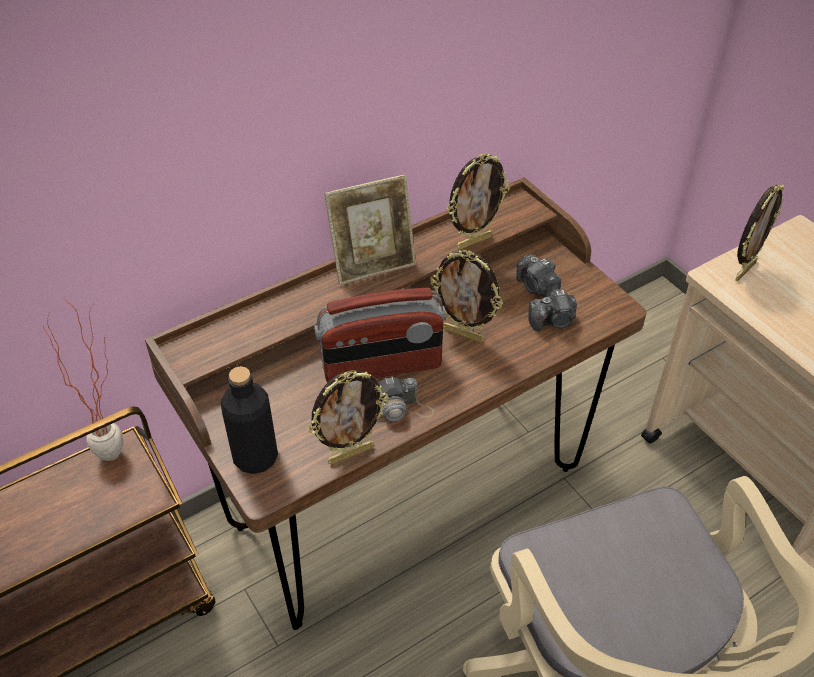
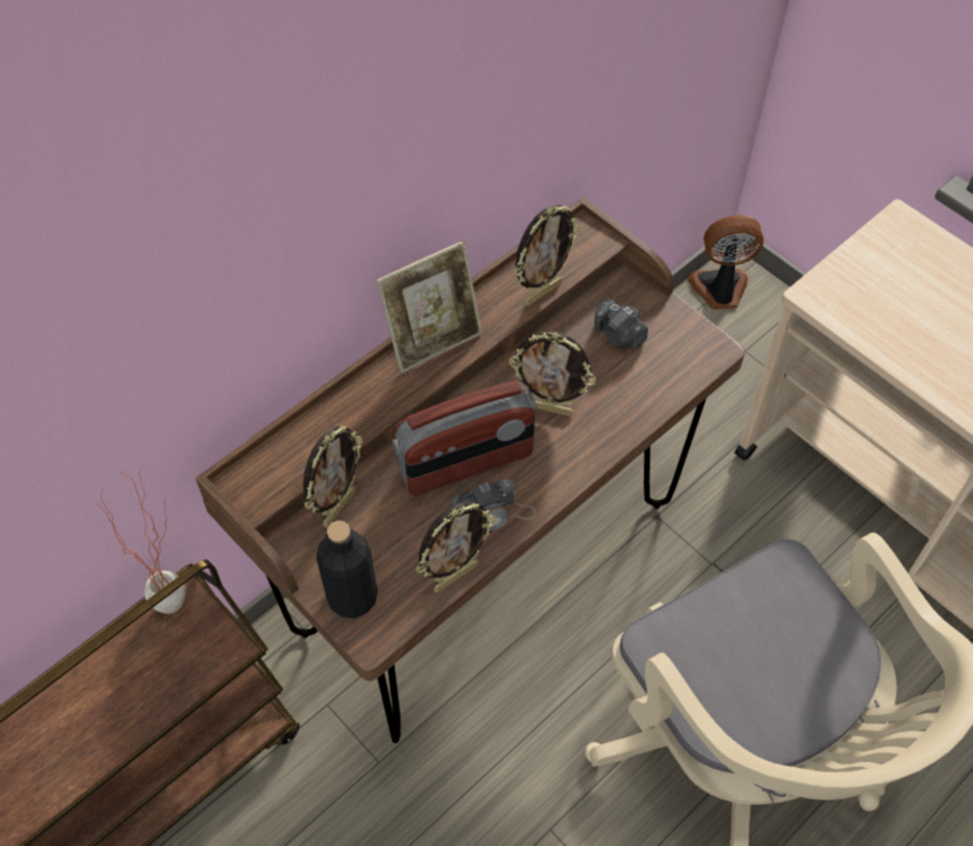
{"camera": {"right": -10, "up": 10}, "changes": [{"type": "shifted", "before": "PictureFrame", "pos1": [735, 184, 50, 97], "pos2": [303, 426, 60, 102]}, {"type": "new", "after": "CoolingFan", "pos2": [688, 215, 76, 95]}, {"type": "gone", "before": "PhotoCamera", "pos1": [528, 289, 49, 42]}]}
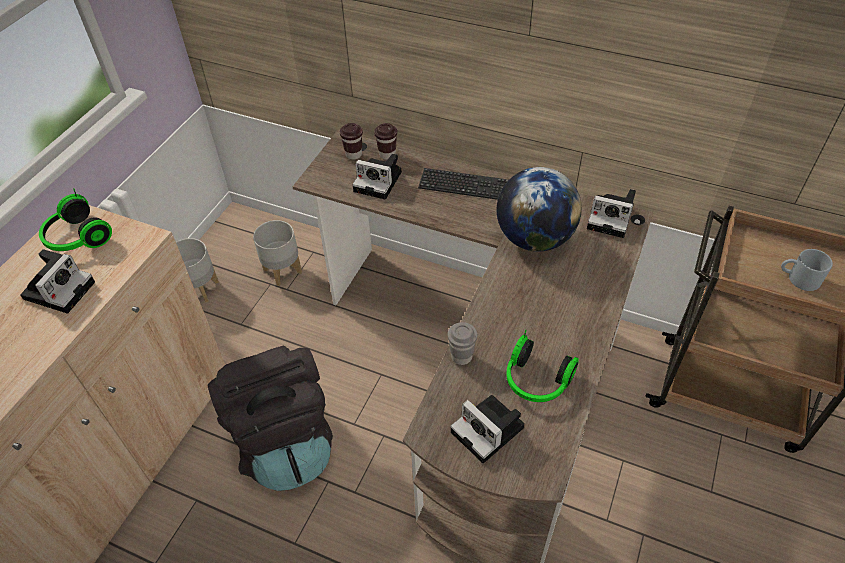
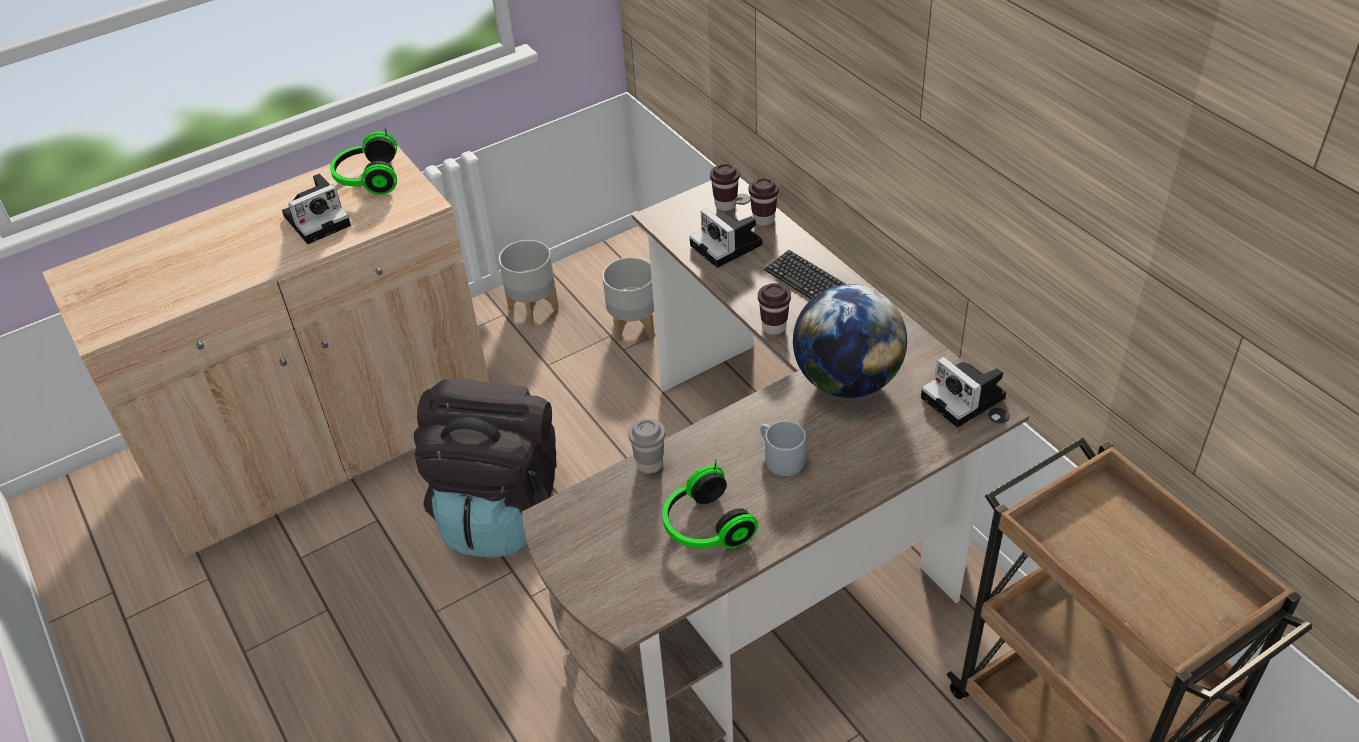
{"camera": {"right": 35, "up": -5}, "changes": [{"type": "new", "after": "BrownCup", "pos2": [758, 283, 33, 52]}, {"type": "shifted", "before": "GreyishMug", "pos1": [781, 249, 52, 42], "pos2": [760, 421, 46, 55]}, {"type": "gone", "before": "PhotoCamera", "pos1": [451, 395, 74, 68]}]}
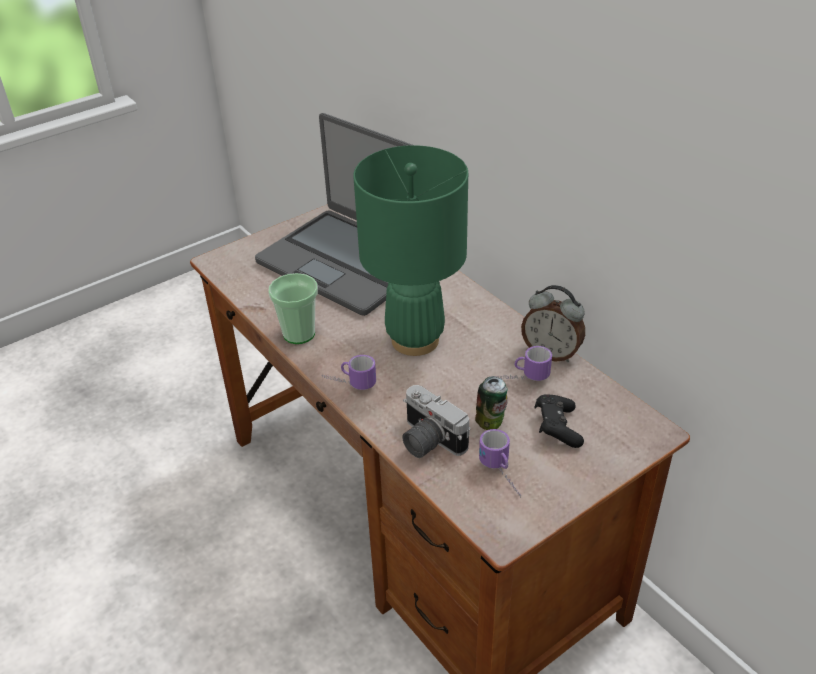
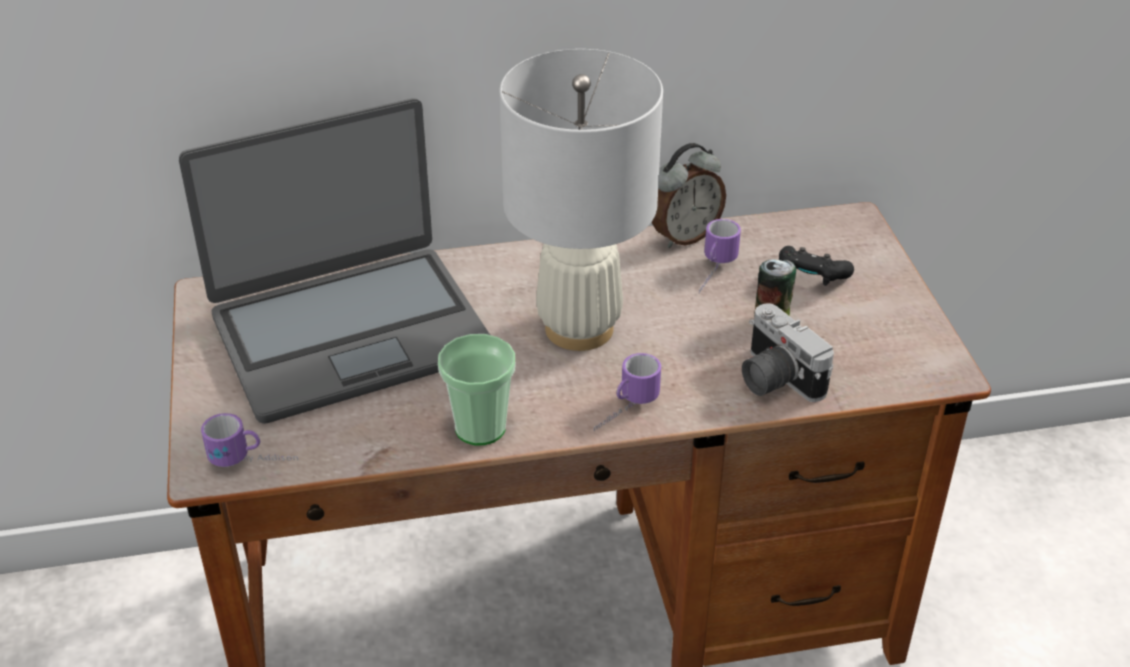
{"camera": {"right": -65, "up": 0}, "changes": [{"type": "shifted", "before": "Mug", "pos1": [479, 429, 42, 69], "pos2": [201, 413, 97, 54]}, {"type": "repainted", "before": "GreenColouredTableLamp", "after": "WhitishTableLamp", "pos1": [353, 145, 115, 211], "pos2": [500, 49, 163, 302]}, {"type": "rotated", "before": "PhotoCamera", "pos1": [402, 385, 68, 73], "pos2": [742, 303, 92, 99], "turn": 75}]}
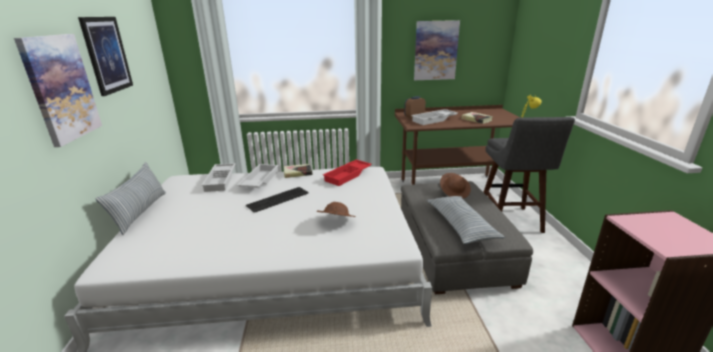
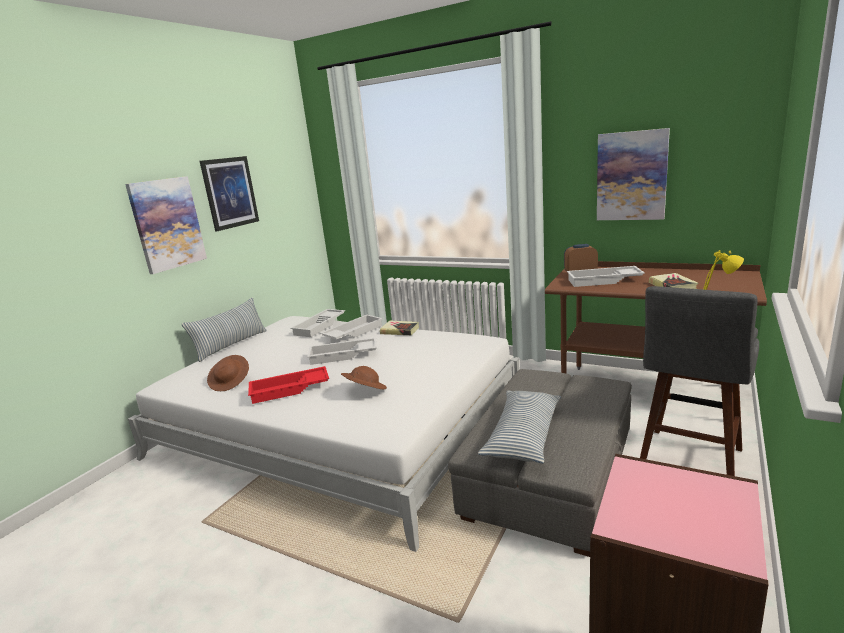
{"camera": {"right": 35, "up": -5}, "changes": [{"type": "shifted", "before": "BrownHat", "pos1": [440, 173, 31, 25], "pos2": [207, 355, 42, 36]}, {"type": "shifted", "before": "RedColouredServingTray", "pos1": [323, 159, 49, 27], "pos2": [248, 366, 81, 38]}, {"type": "swapped", "before": "ComputerKeyboard", "after": "WhitishServingTray", "pos1": [246, 187, 63, 26], "pos2": [307, 338, 70, 27]}]}
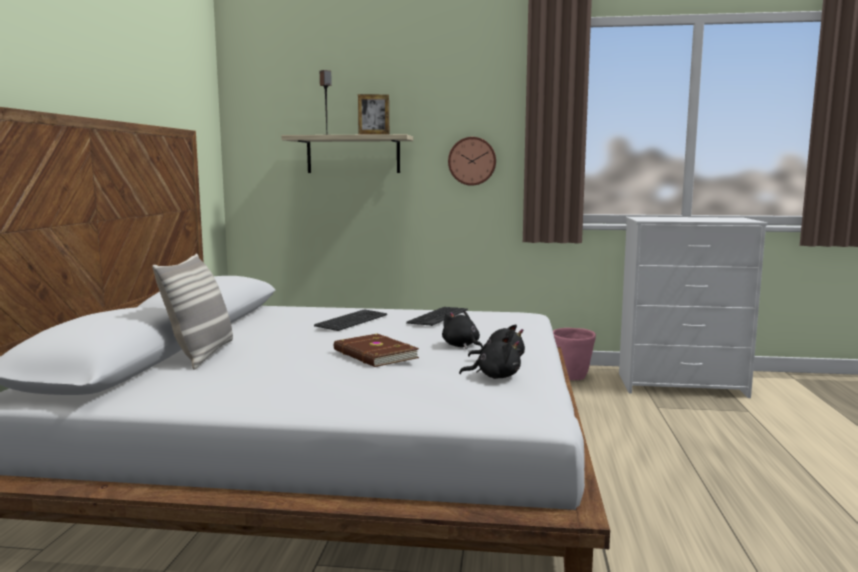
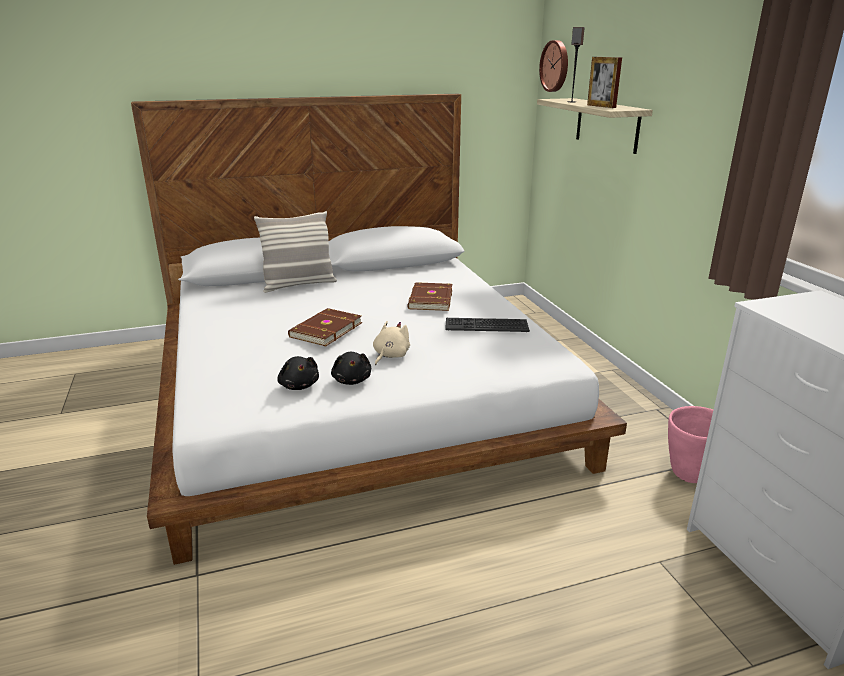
{"camera": {"right": 65, "up": 15}, "changes": [{"type": "repainted", "before": "BlackishCuddlyToy", "after": "BeigeColouredCuddlyToy", "pos1": [442, 310, 41, 39], "pos2": [373, 321, 37, 44]}, {"type": "swapped", "before": "ComputerKeyboard", "after": "BrownBook", "pos1": [314, 309, 73, 22], "pos2": [408, 282, 44, 29]}, {"type": "shifted", "before": "WallClock", "pos1": [448, 137, 48, 49], "pos2": [539, 40, 29, 52]}]}
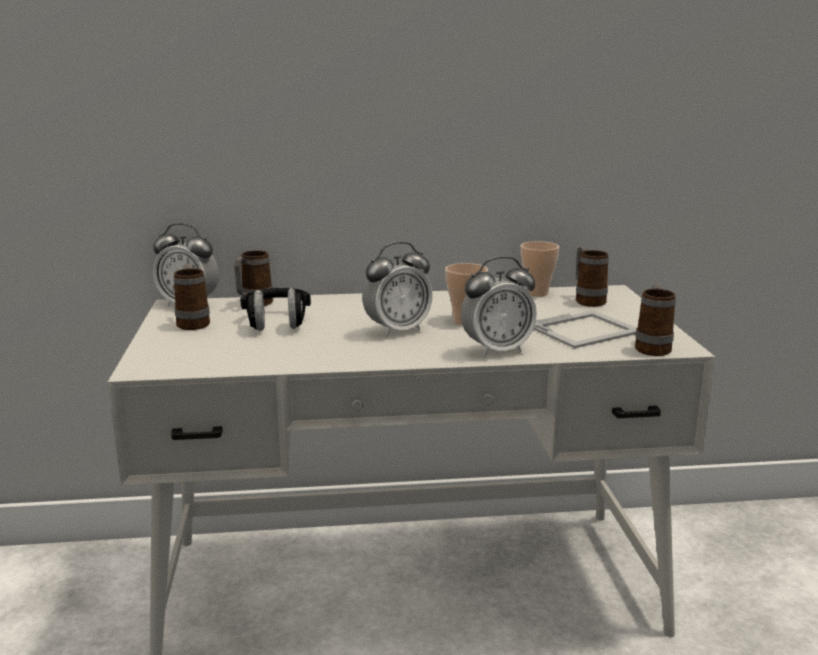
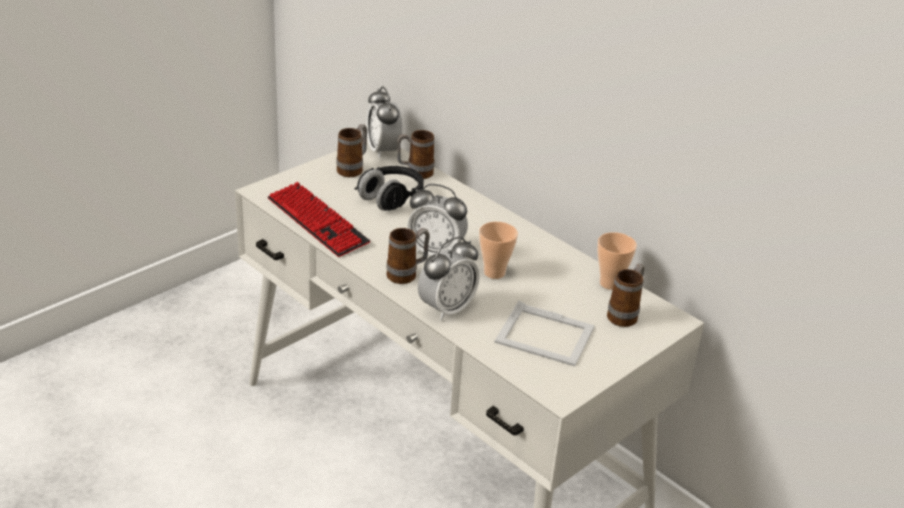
{"camera": {"right": 50, "up": 15}, "changes": [{"type": "new", "after": "ComputerKeyboard", "pos2": [267, 182, 103, 75]}, {"type": "shifted", "before": "Mug", "pos1": [635, 283, 41, 73], "pos2": [386, 228, 44, 56]}, {"type": "rotated", "before": "BedsideClock", "pos1": [461, 256, 76, 101], "pos2": [418, 236, 62, 85], "turn": -75}]}
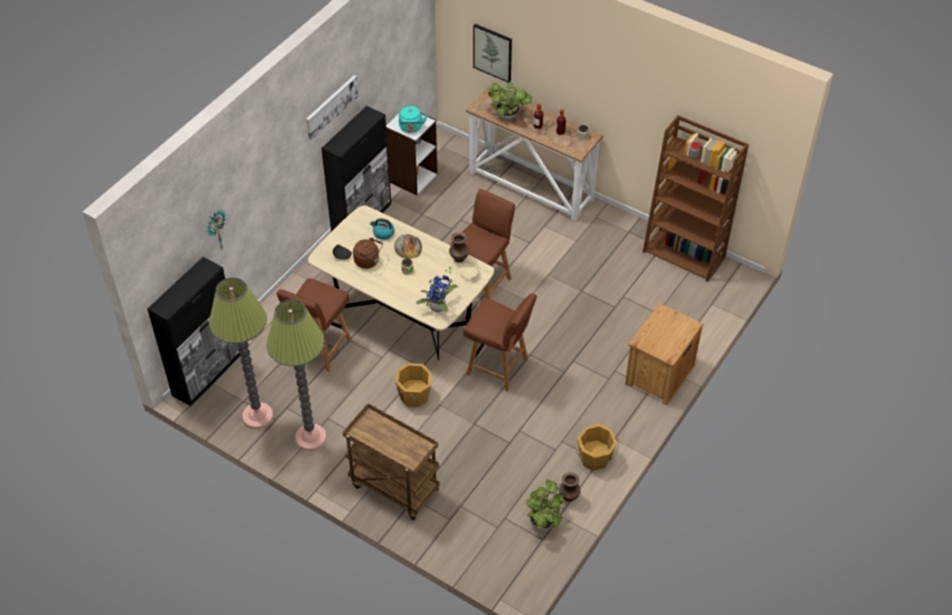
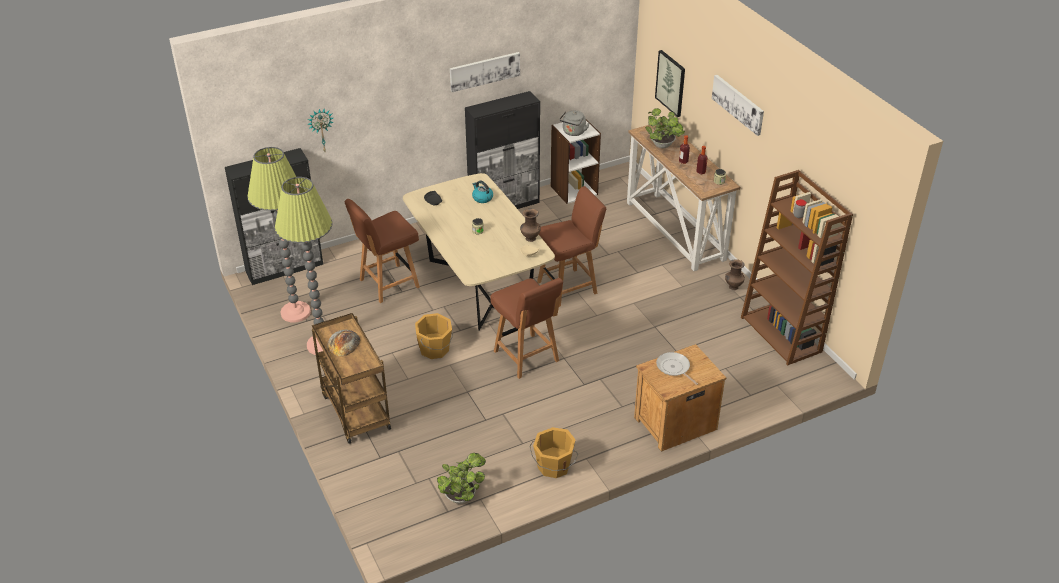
{"camera": {"right": 30, "up": -10}, "changes": [{"type": "shifted", "before": "BakeryBread", "pos1": [394, 234, 28, 25], "pos2": [327, 330, 34, 27]}, {"type": "repainted", "before": "BlueGreenWaterKettle", "after": "GreyishWaterKettle", "pos1": [399, 106, 28, 27], "pos2": [560, 111, 30, 25]}, {"type": "new", "after": "Skillet", "pos2": [656, 352, 42, 33]}, {"type": "new", "after": "WallPicture", "pos2": [712, 75, 52, 61]}, {"type": "shifted", "before": "BrownFlowerVase", "pos1": [559, 472, 22, 30], "pos2": [725, 259, 20, 31]}, {"type": "gone", "before": "BrownWaterKettle", "pos1": [353, 238, 30, 31]}, {"type": "gone", "before": "PlantInAPot", "pos1": [416, 265, 42, 47]}]}
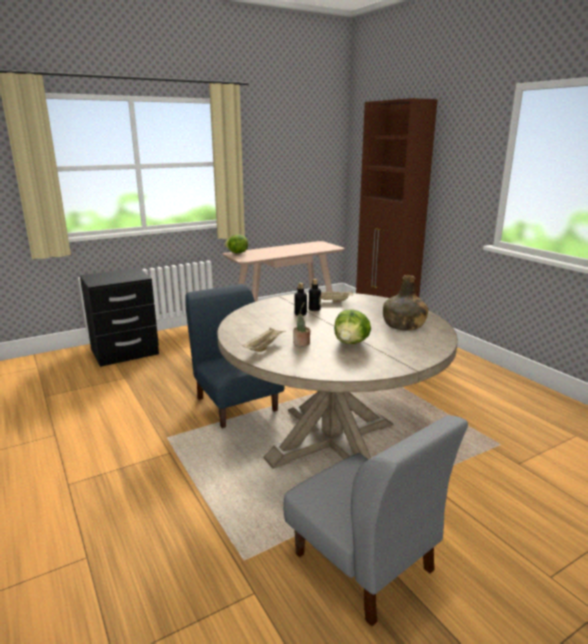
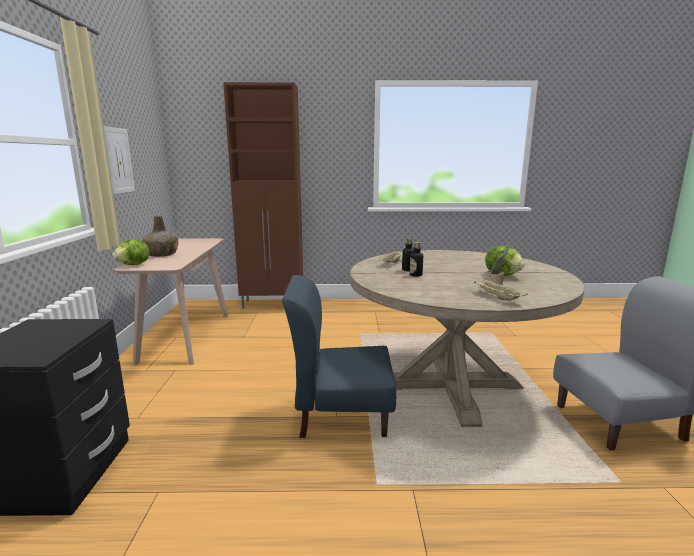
{"camera": {"right": -60, "up": -5}, "changes": [{"type": "new", "after": "WallPicture", "pos2": [103, 126, 32, 68]}, {"type": "shifted", "before": "GreenColouredDrinkBottle", "pos1": [383, 275, 45, 56], "pos2": [142, 216, 36, 41]}]}
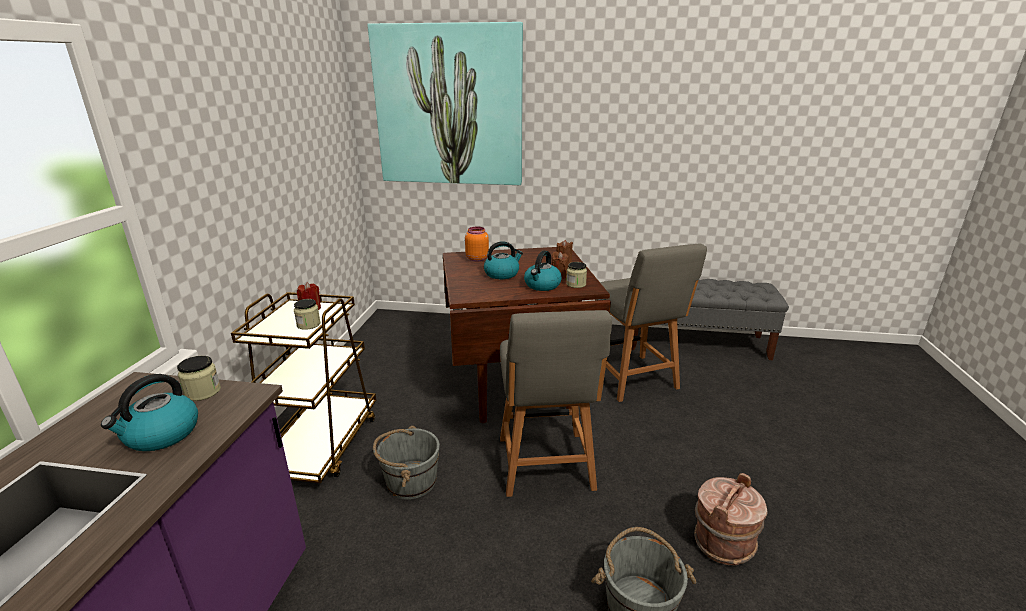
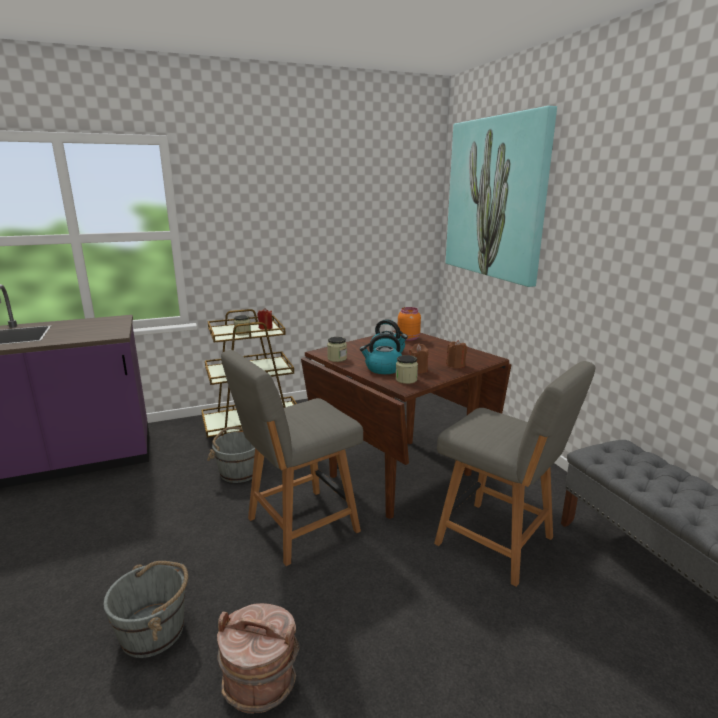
{"camera": {"right": 60, "up": -5}, "changes": [{"type": "shifted", "before": "Jar", "pos1": [177, 356, 44, 45], "pos2": [327, 337, 20, 25]}, {"type": "rotated", "before": "GreyishPlainChair", "pos1": [595, 243, 112, 159], "pos2": [434, 361, 161, 226], "turn": -90}, {"type": "gone", "before": "WaterKettle", "pos1": [101, 374, 97, 77]}]}
